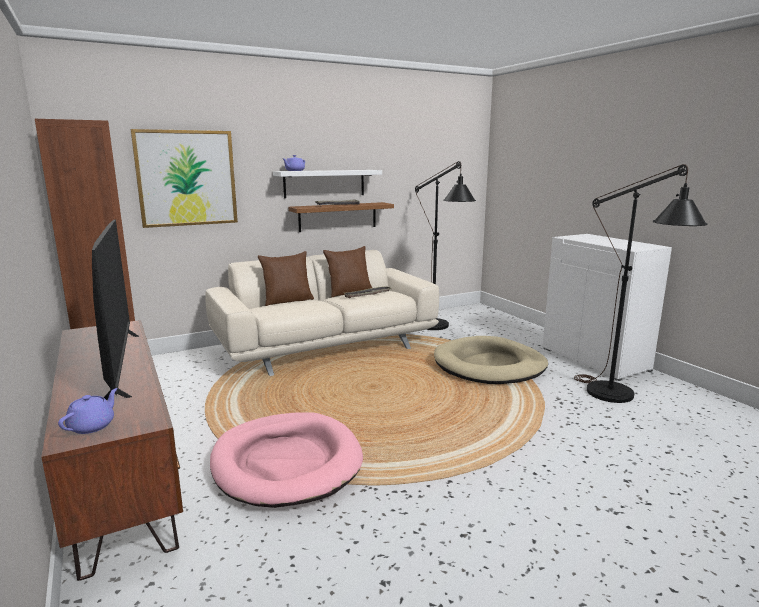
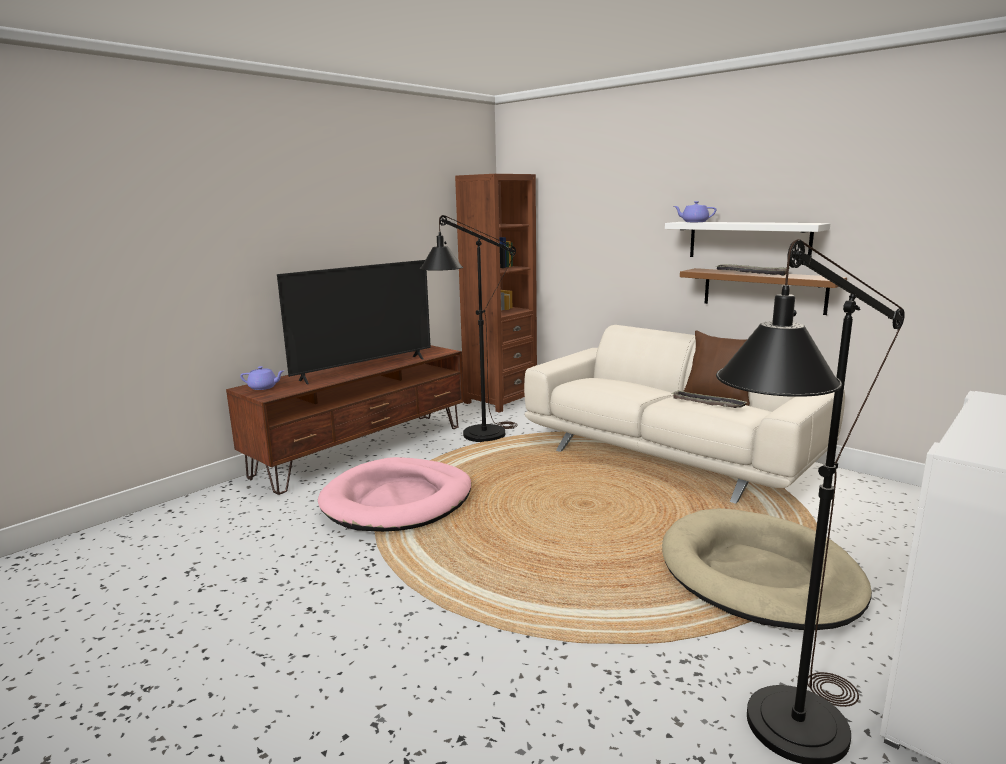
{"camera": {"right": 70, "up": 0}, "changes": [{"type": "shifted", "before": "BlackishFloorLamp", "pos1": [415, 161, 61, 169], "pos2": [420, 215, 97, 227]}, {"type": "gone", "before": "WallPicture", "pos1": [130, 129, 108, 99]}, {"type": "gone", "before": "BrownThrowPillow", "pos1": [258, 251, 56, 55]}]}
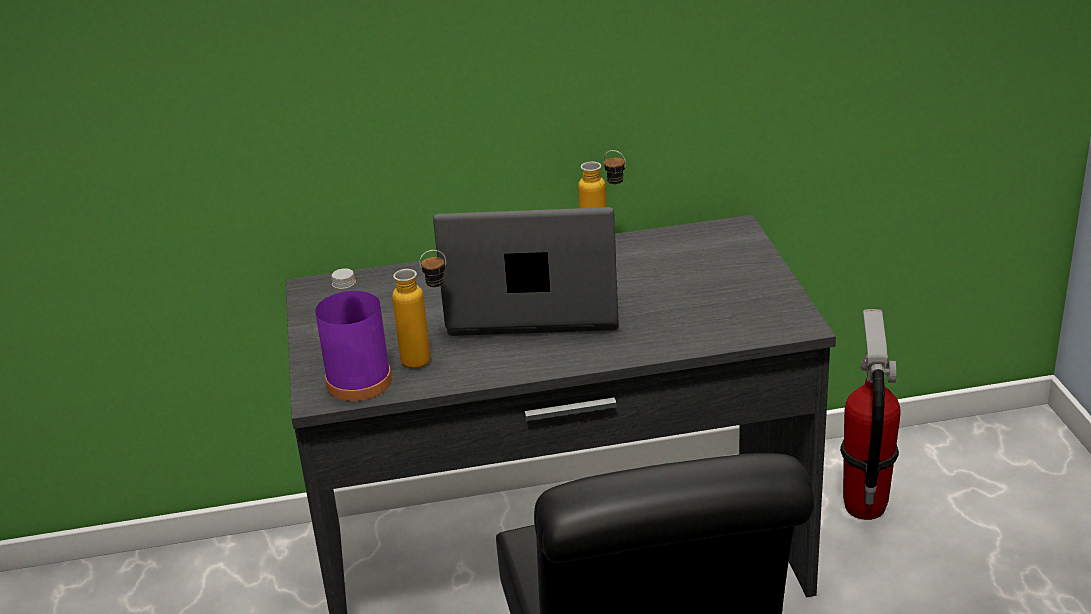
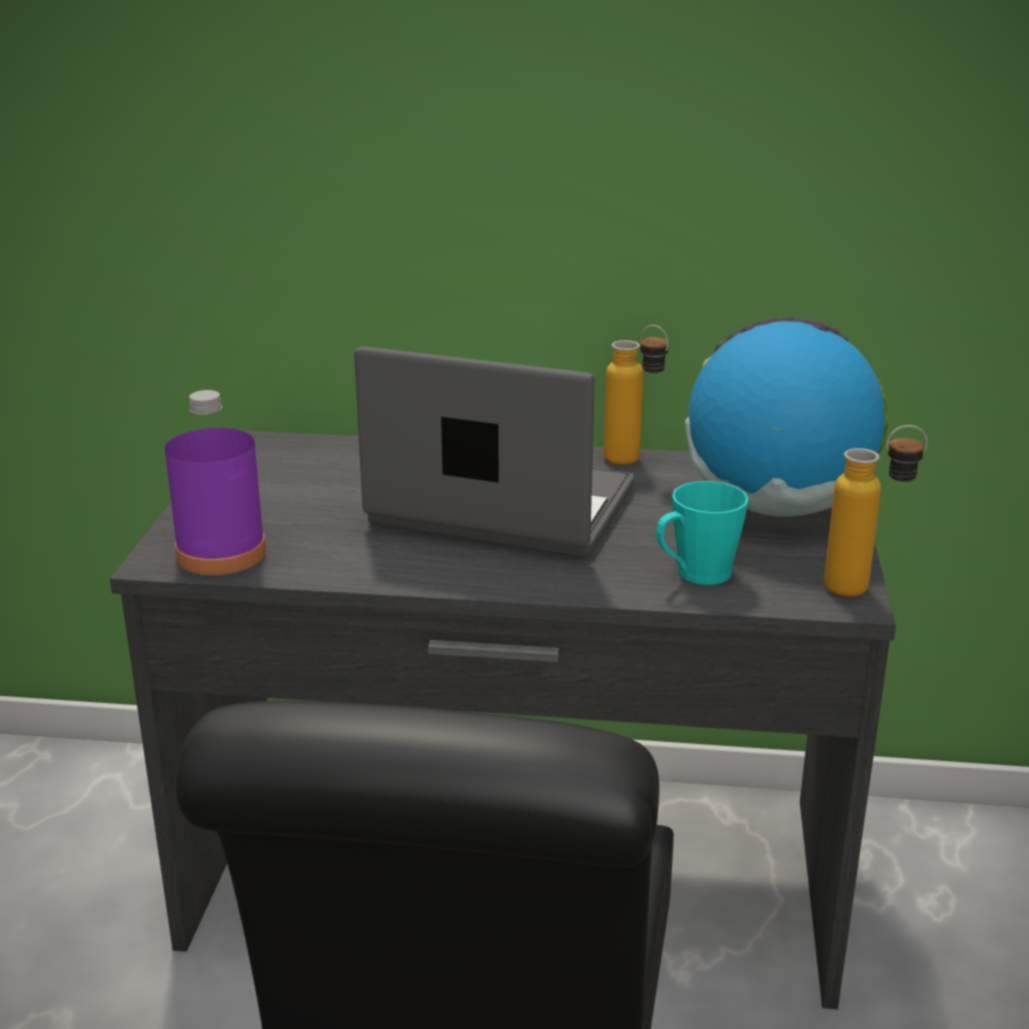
{"camera": {"right": 15, "up": -5}, "changes": [{"type": "new", "after": "BlueGreenMug", "pos2": [656, 481, 93, 104]}, {"type": "new", "after": "Globe", "pos2": [685, 317, 204, 200]}, {"type": "shifted", "before": "DrinkBottle", "pos1": [392, 250, 54, 118], "pos2": [824, 425, 104, 172]}, {"type": "gone", "before": "FireFightingCylinder", "pos1": [840, 309, 61, 211]}]}
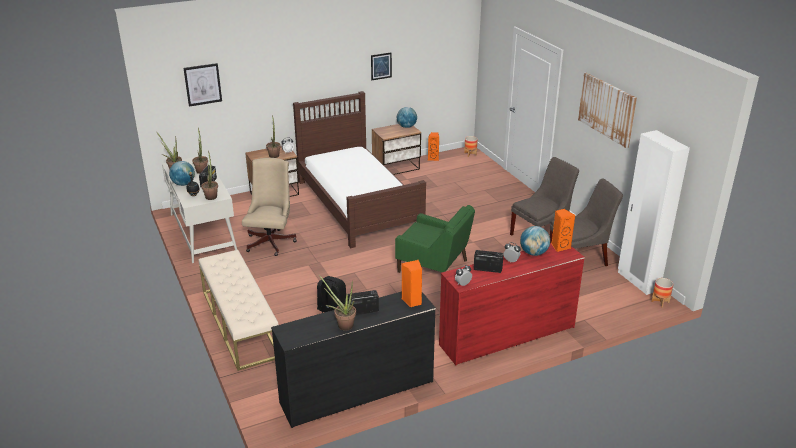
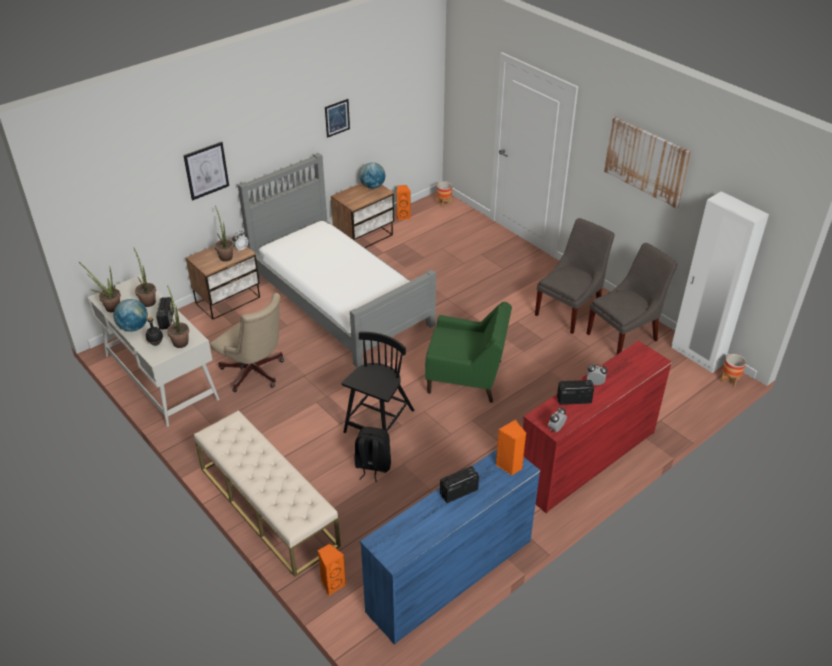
{"camera": {"right": -15, "up": 10}, "changes": [{"type": "shifted", "before": "WallPicture", "pos1": [183, 63, 39, 44], "pos2": [183, 141, 46, 59]}, {"type": "rotated", "before": "BeigeColouredDeskChair", "pos1": [242, 158, 55, 98], "pos2": [210, 293, 74, 99], "turn": 135}, {"type": "repainted", "before": "BrownBedroomBed", "after": "GreyishBedroomBed", "pos1": [293, 91, 133, 157], "pos2": [238, 153, 198, 215]}, {"type": "shifted", "before": "OrangeySpeaker", "pos1": [552, 209, 23, 43], "pos2": [318, 544, 29, 52]}, {"type": "new", "after": "BlackishPlainChair", "pos2": [341, 331, 73, 102]}, {"type": "repainted", "before": "BlackishDresser", "after": "BlueColouredDresser", "pos1": [271, 291, 165, 137], "pos2": [360, 450, 180, 195]}, {"type": "gone", "before": "PlantInAPot", "pos1": [318, 274, 38, 57]}, {"type": "gone", "before": "Globe", "pos1": [520, 226, 30, 30]}]}
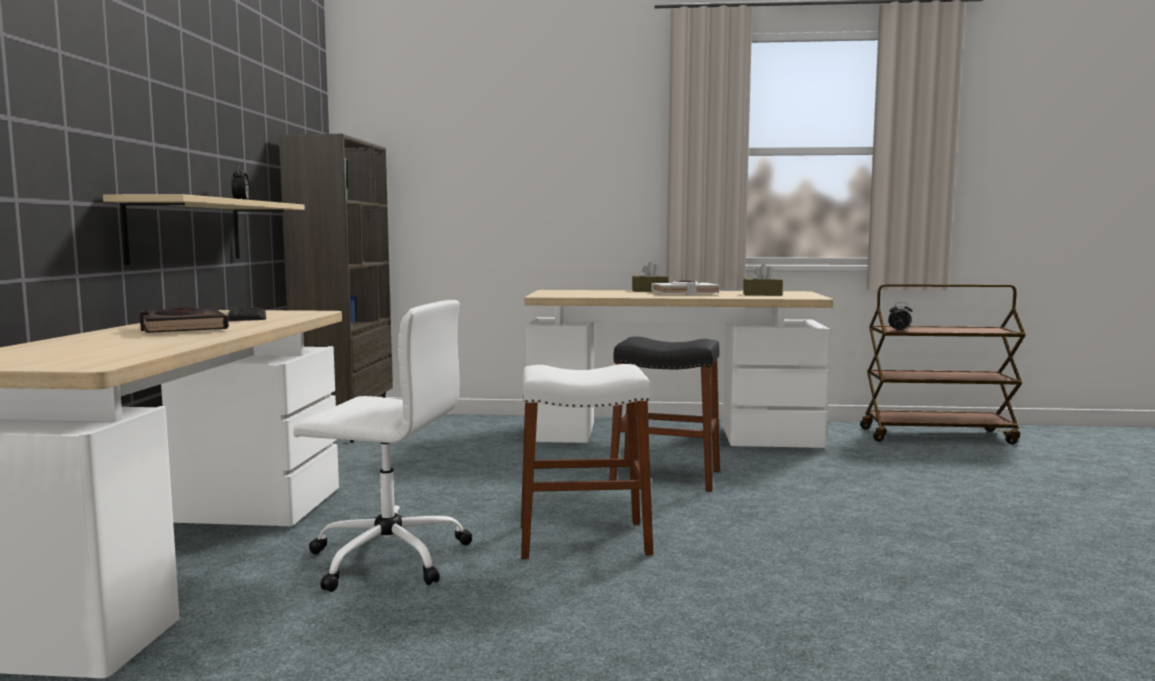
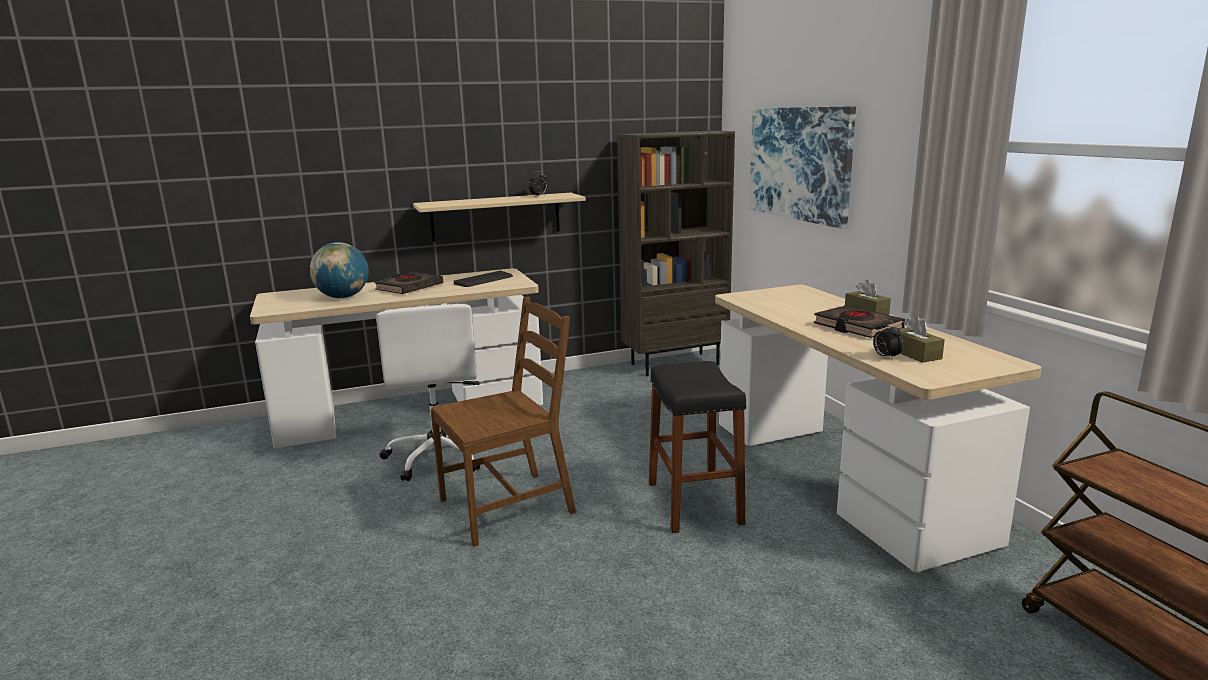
{"camera": {"right": 65, "up": 10}, "changes": [{"type": "new", "after": "Globe", "pos2": [310, 242, 59, 56]}, {"type": "swapped", "before": "WhitishStool", "after": "BrownPlainChair", "pos1": [521, 364, 132, 195], "pos2": [430, 297, 146, 250]}, {"type": "new", "after": "WallPicture", "pos2": [749, 106, 107, 123]}, {"type": "repainted", "before": "WhitishBook", "after": "BlackishBook", "pos1": [651, 281, 69, 14], "pos2": [814, 305, 91, 33]}, {"type": "shifted", "before": "BedsideClock", "pos1": [888, 302, 24, 29], "pos2": [873, 319, 30, 40]}]}
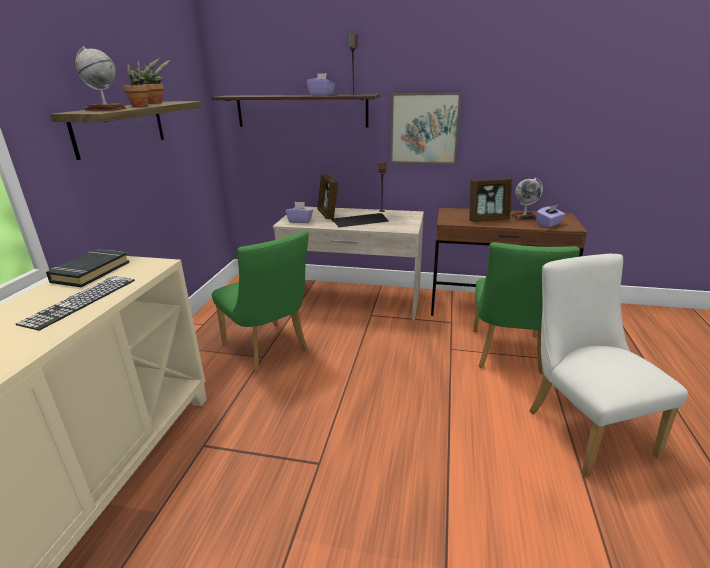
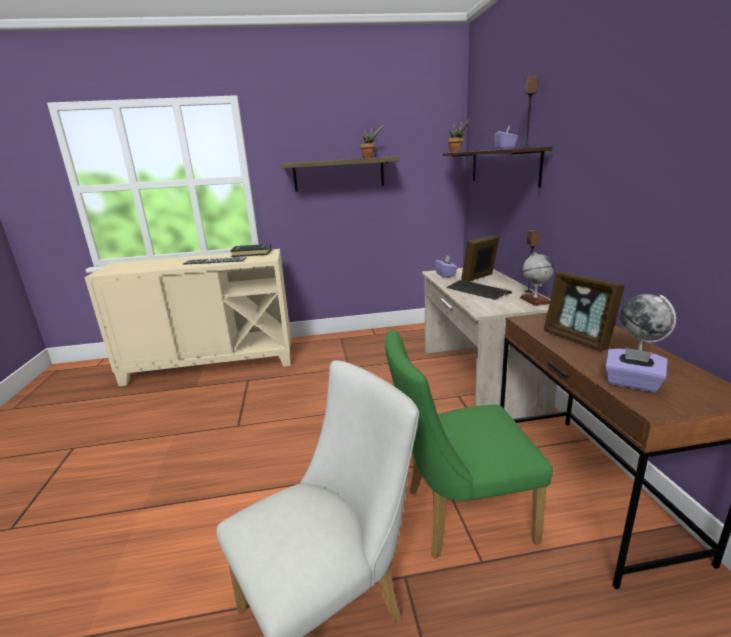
{"camera": {"right": 70, "up": -5}, "changes": [{"type": "shifted", "before": "PlantInAPot", "pos1": [123, 58, 37, 49], "pos2": [448, 119, 22, 33]}, {"type": "shifted", "before": "Globe", "pos1": [76, 46, 51, 65], "pos2": [520, 252, 34, 54]}, {"type": "gone", "before": "GreenColouredPlainChair", "pos1": [212, 230, 97, 142]}, {"type": "gone", "before": "WallPicture", "pos1": [390, 93, 71, 71]}]}
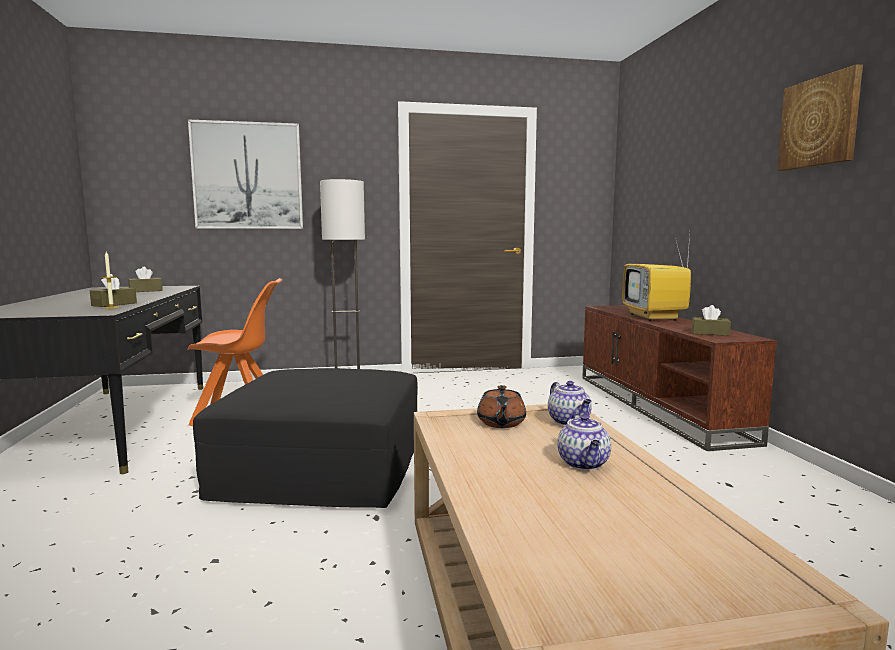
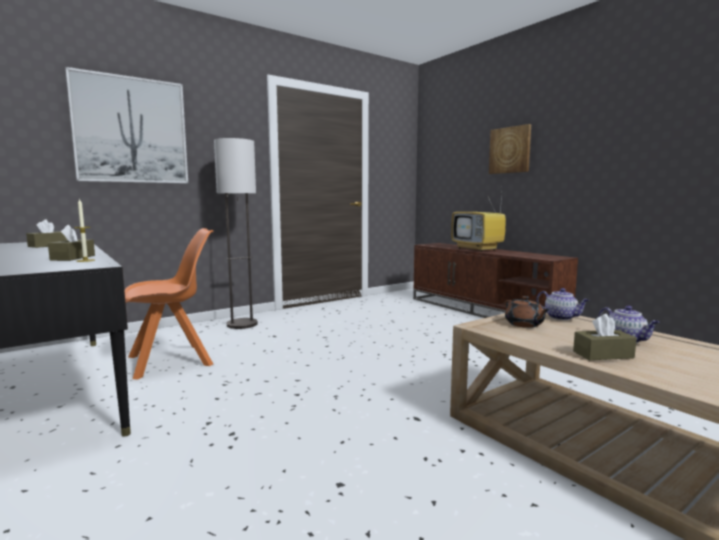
{"camera": {"right": -25, "up": 0}, "changes": [{"type": "shifted", "before": "WallPicture", "pos1": [777, 64, 86, 107], "pos2": [489, 124, 42, 50]}, {"type": "shifted", "before": "BrownBoxOfTissues", "pos1": [691, 305, 40, 31], "pos2": [573, 314, 64, 46]}, {"type": "gone", "before": "BlackishFootrest", "pos1": [193, 368, 225, 140]}]}
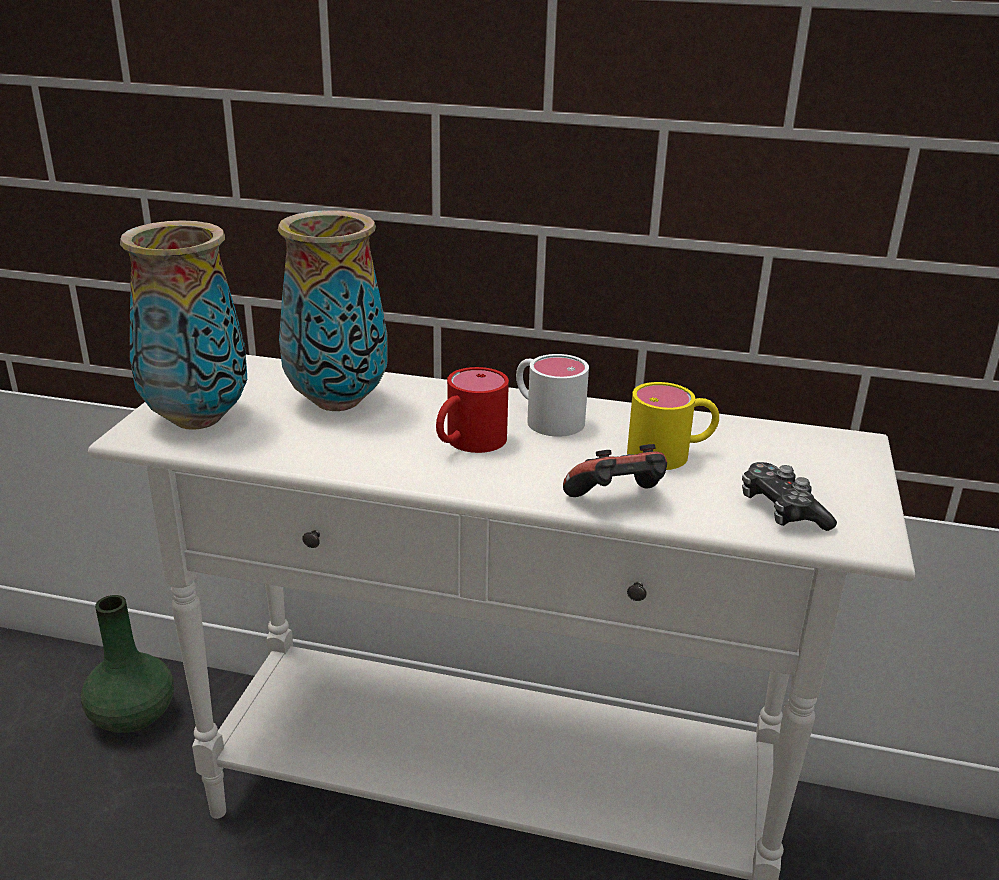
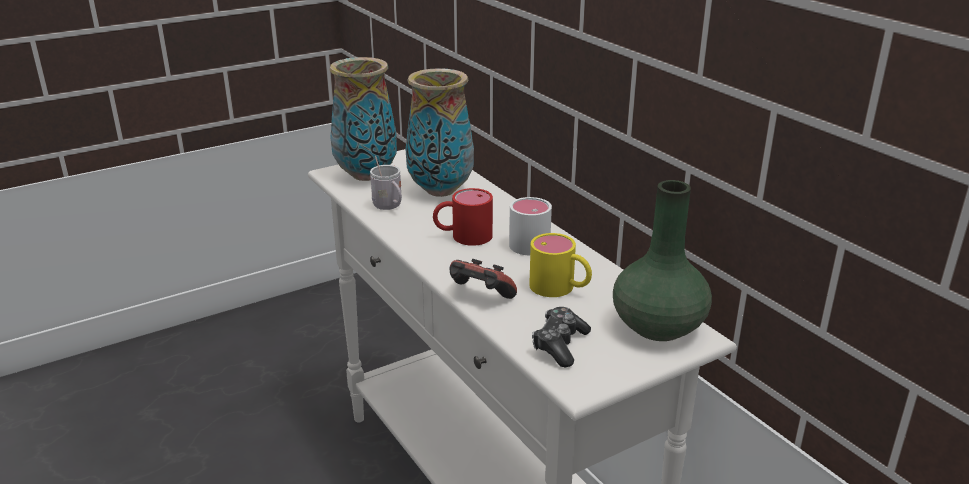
{"camera": {"right": 45, "up": 0}, "changes": [{"type": "new", "after": "WhitishMug", "pos2": [370, 156, 32, 54]}, {"type": "shifted", "before": "GreenColouredFlowerVase", "pos1": [81, 595, 93, 138], "pos2": [613, 180, 99, 161]}]}
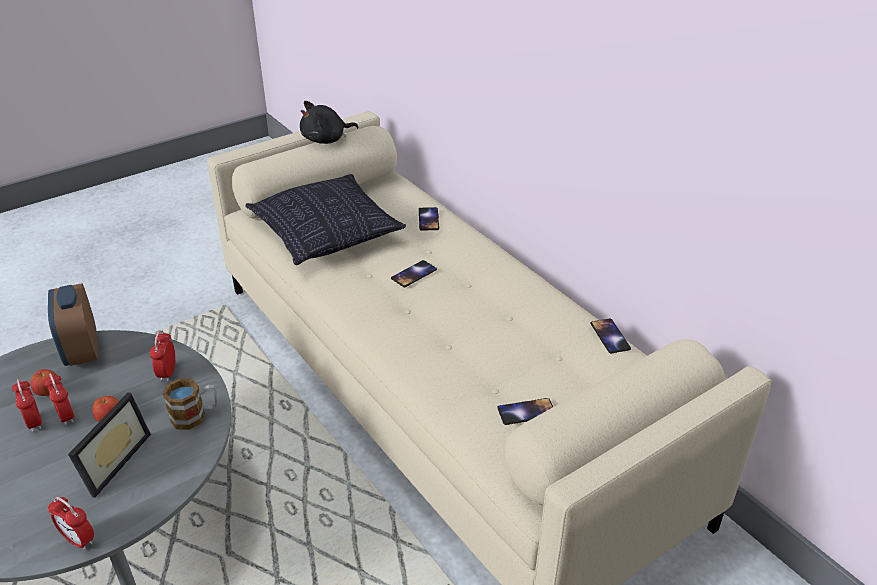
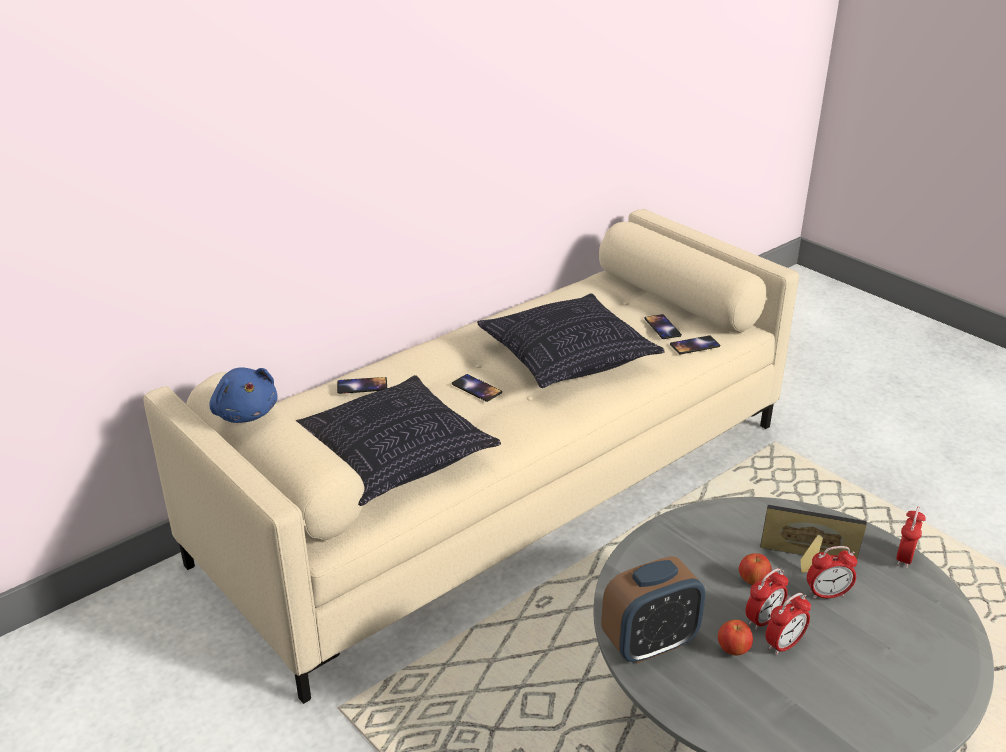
{"camera": {"right": -95, "up": -5}, "changes": [{"type": "repainted", "before": "BlackishCuddlyToy", "after": "BlueColouredCuddlyToy", "pos1": [300, 101, 59, 43], "pos2": [209, 367, 68, 56]}, {"type": "new", "after": "ThrowPillow", "pos2": [477, 294, 188, 94]}, {"type": "shifted", "before": "Phone", "pos1": [590, 318, 41, 35], "pos2": [670, 335, 50, 19]}, {"type": "shifted", "before": "BedsideClock", "pos1": [150, 330, 25, 51], "pos2": [807, 546, 50, 53]}, {"type": "gone", "before": "Mug", "pos1": [163, 379, 55, 51]}]}
